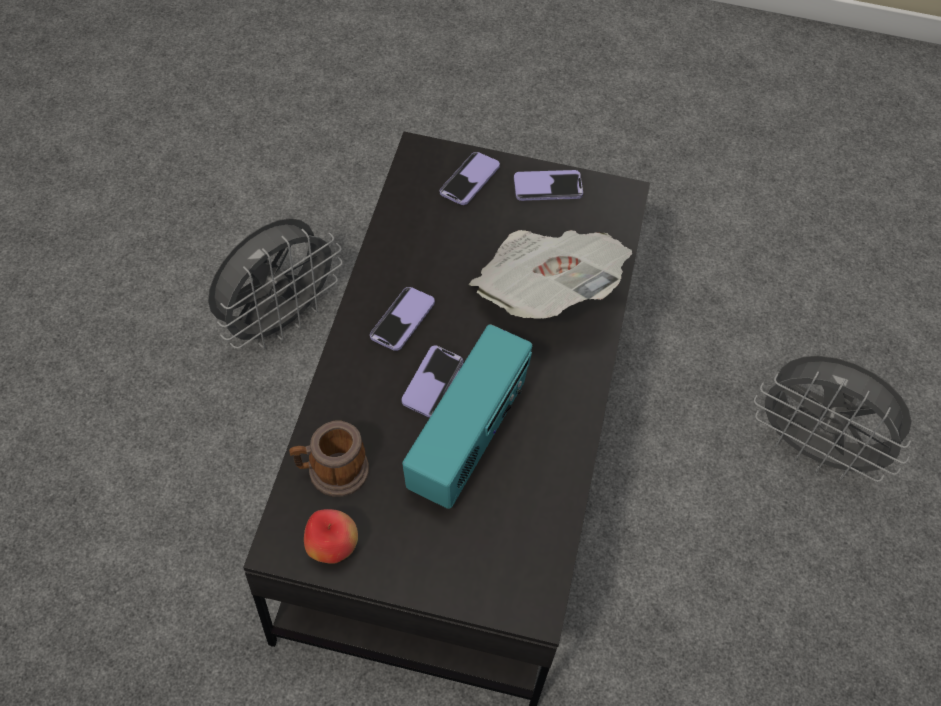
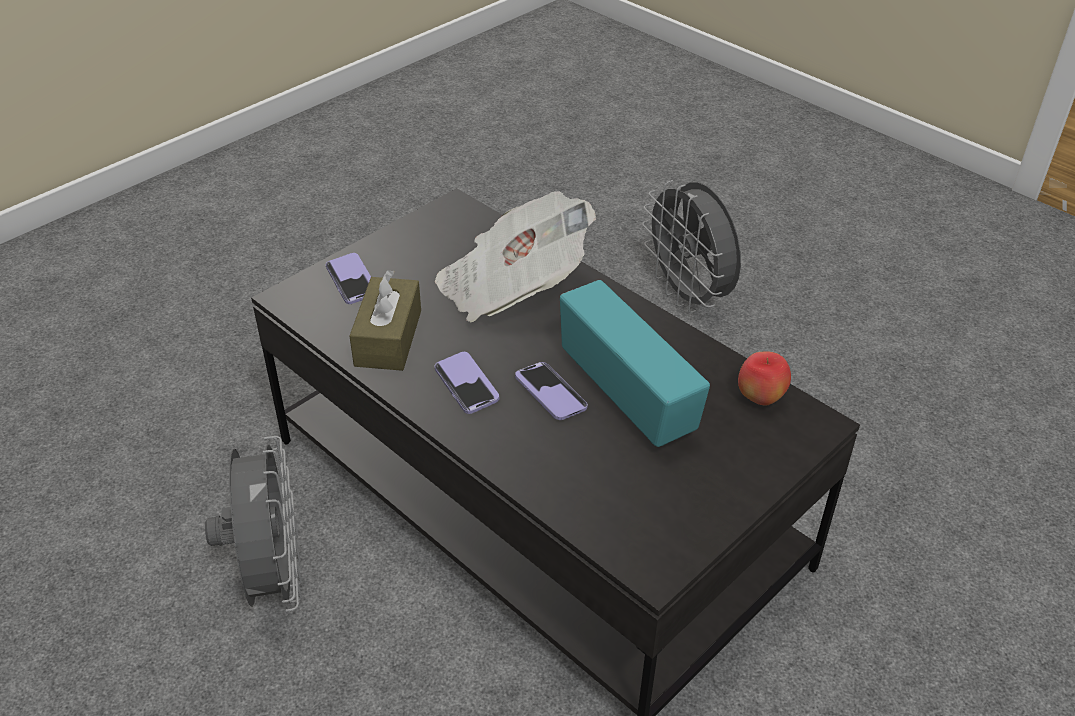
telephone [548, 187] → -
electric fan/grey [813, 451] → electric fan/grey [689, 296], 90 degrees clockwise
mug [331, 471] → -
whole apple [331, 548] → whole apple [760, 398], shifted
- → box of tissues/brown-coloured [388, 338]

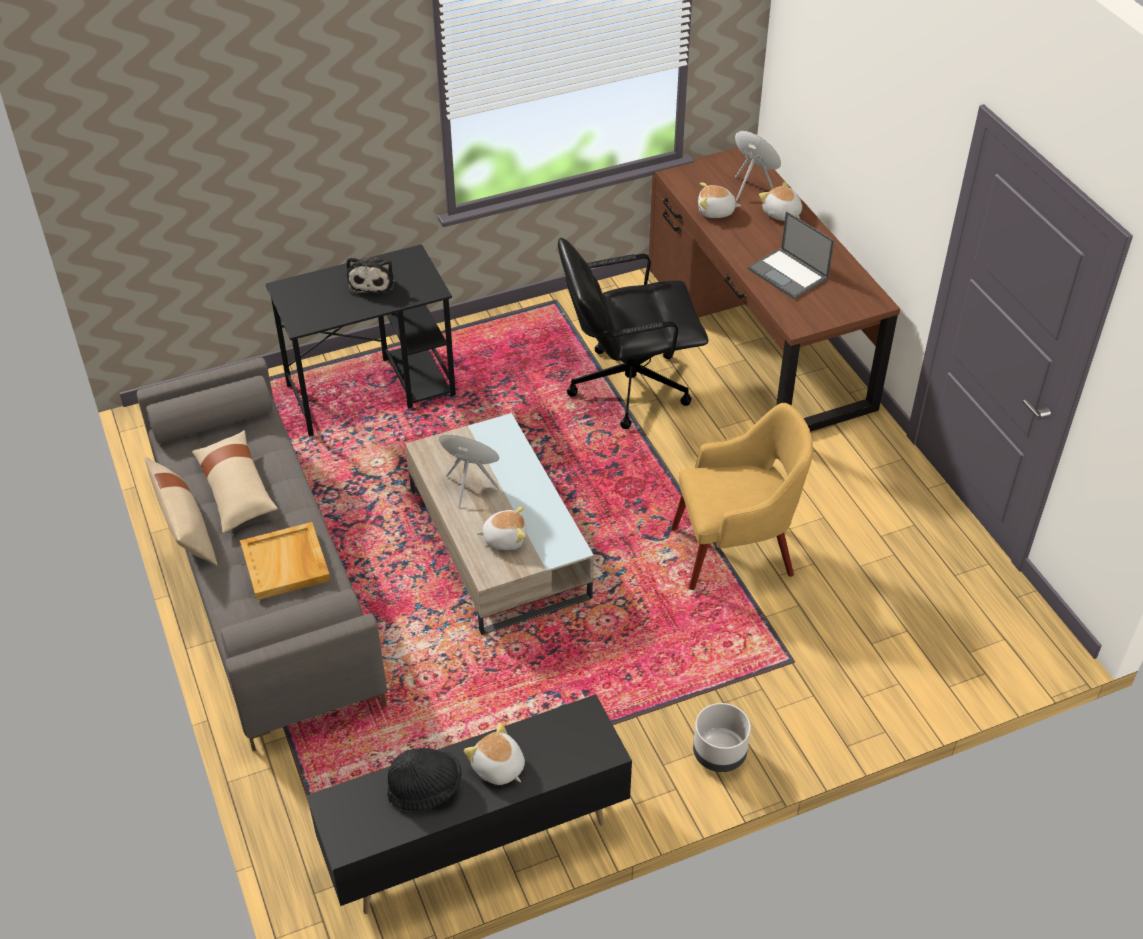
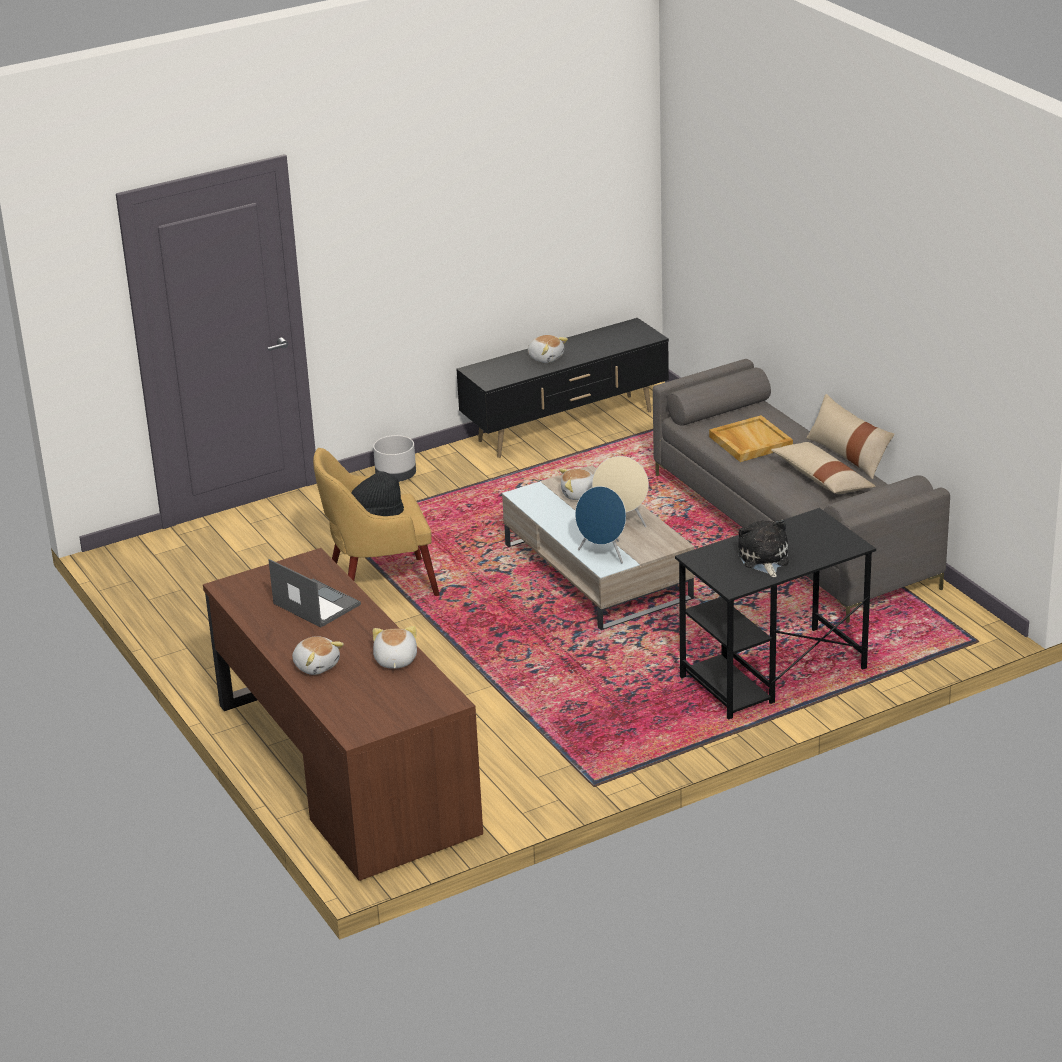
speaker/blue-coloured [752, 188] → speaker/blue-coloured [603, 554], shifted
soft toy [716, 211] → soft toy [394, 660], 90 degrees counterclockwise
computer chair/black [627, 386] → -
clothing hat/black [425, 789] → clothing hat/black [376, 513], shifted

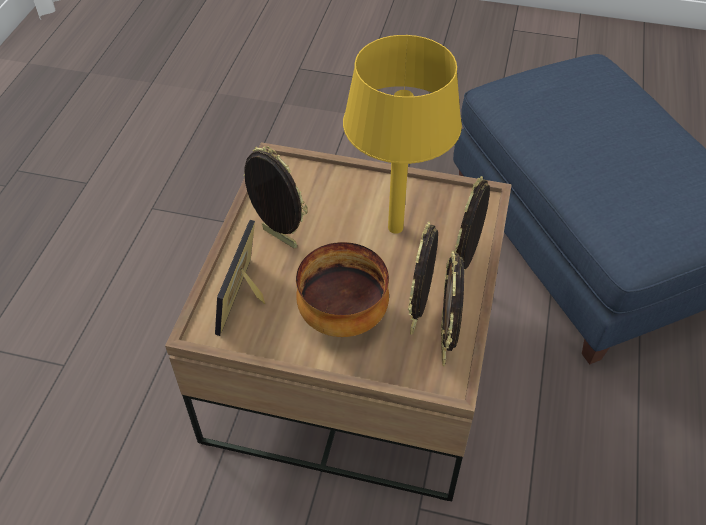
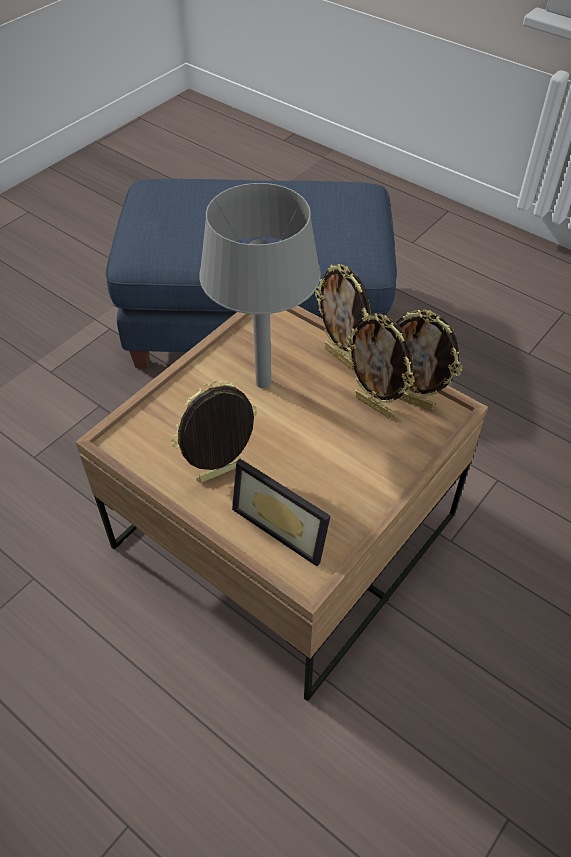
tabletop lamp/yellow-coloured [394, 228] → tabletop lamp/grey [264, 383]
serving bowl [343, 316] → -

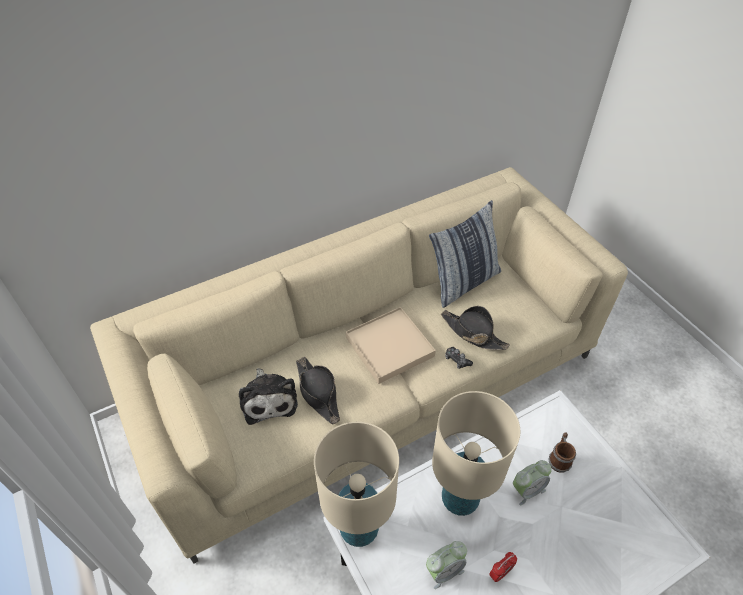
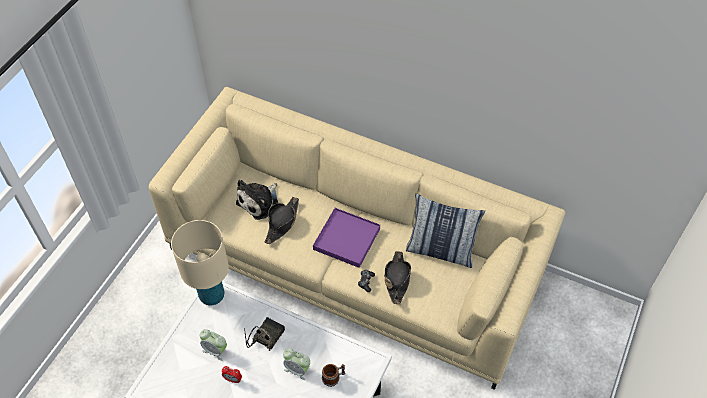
carrying tray/beige [389, 347] → carrying tray/purplish [346, 239]
tabletop lamp/beige [460, 498] → radio receiver [266, 336]

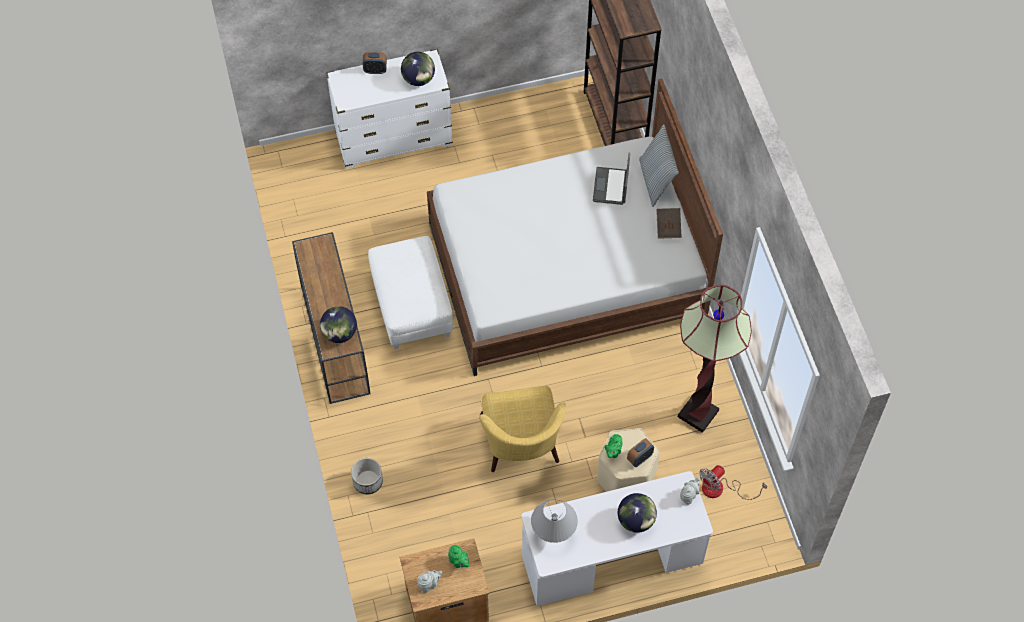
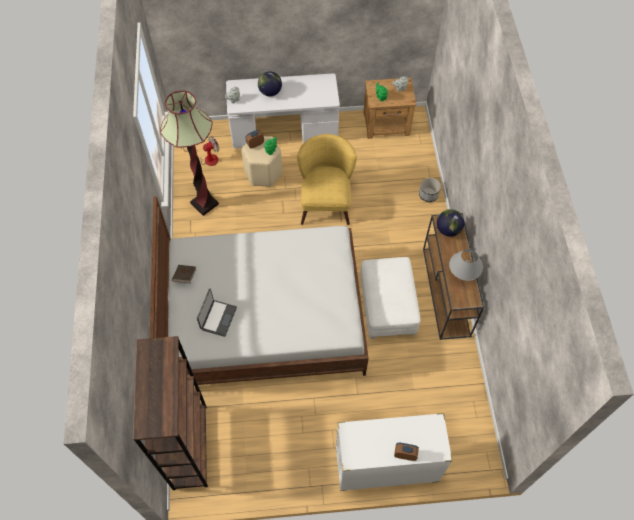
globe [418, 79] → -
pillow [656, 181] → -
tabletop lamp/grey [553, 530] → tabletop lamp/grey [462, 274], shifted

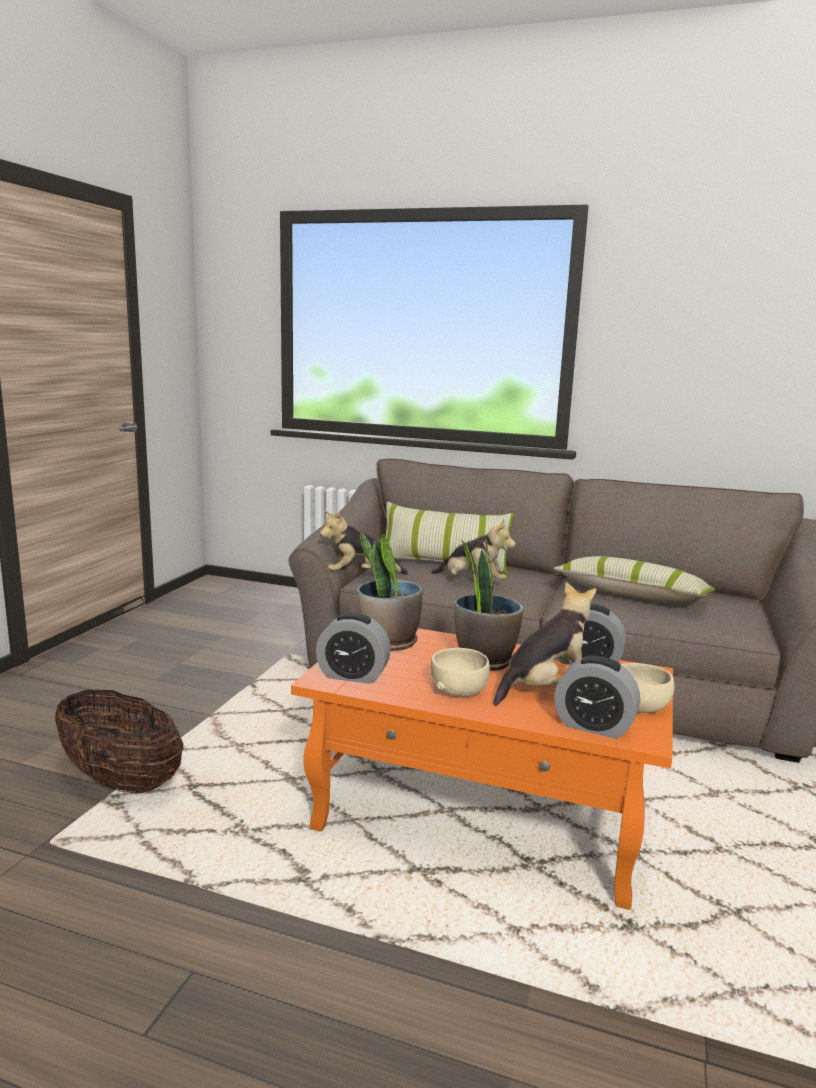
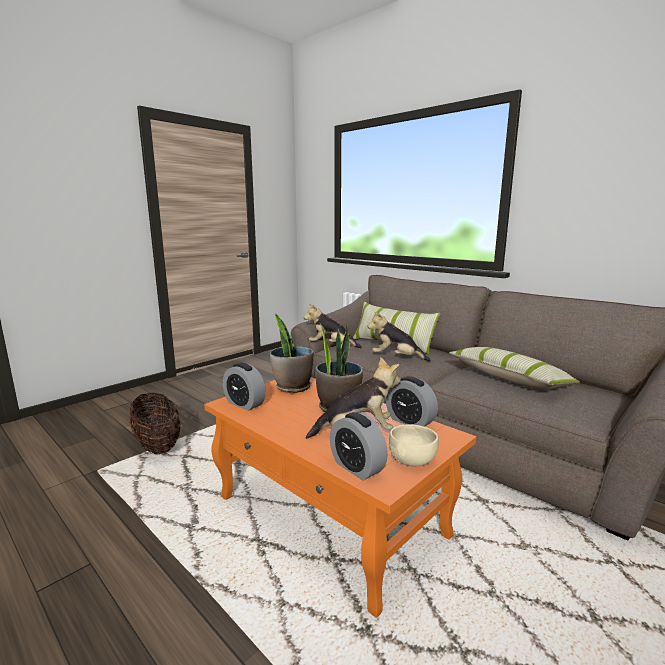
soft toy [471, 583] → soft toy [396, 358], 135 degrees clockwise
serving bowl/beige [458, 689] → -

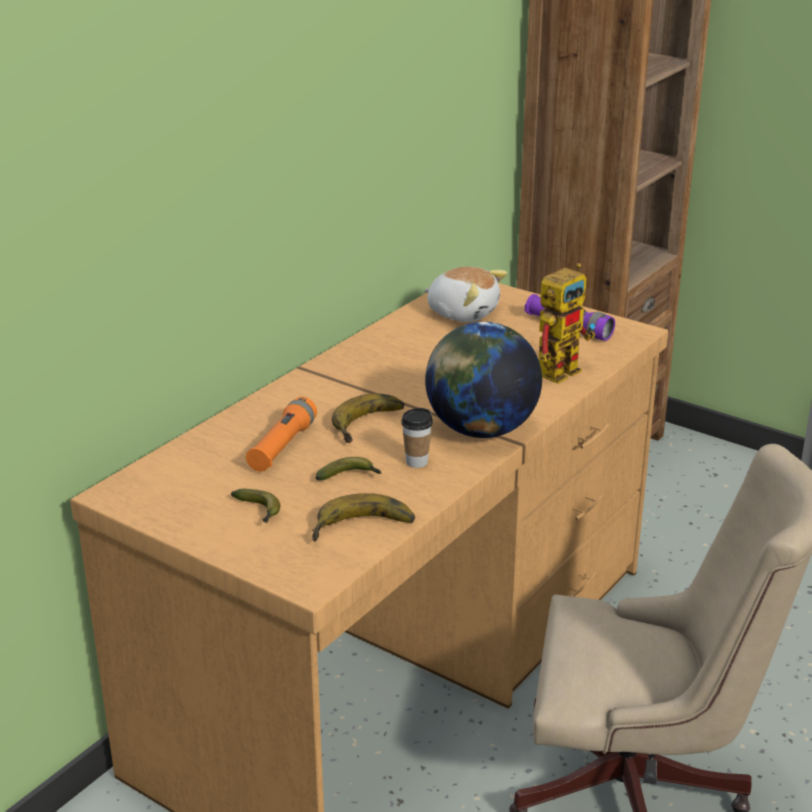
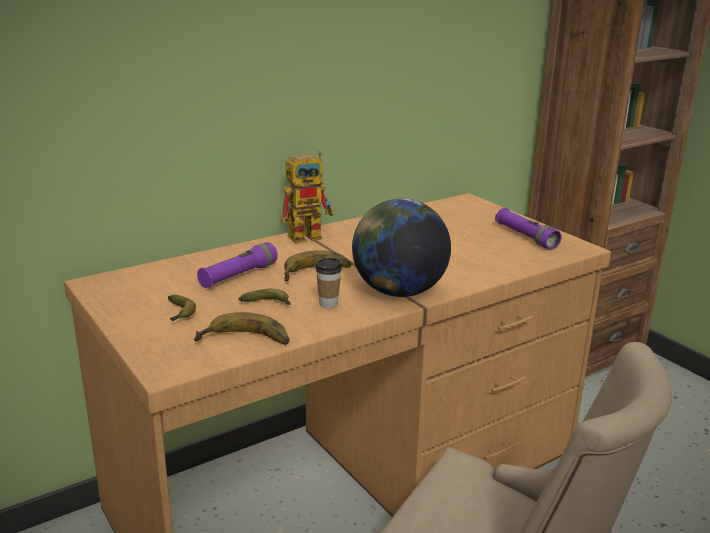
model robot [561, 368] → model robot [311, 235], shifted
soft toy [463, 312] → -
torch/orange [282, 447] → torch/purplish [238, 276]

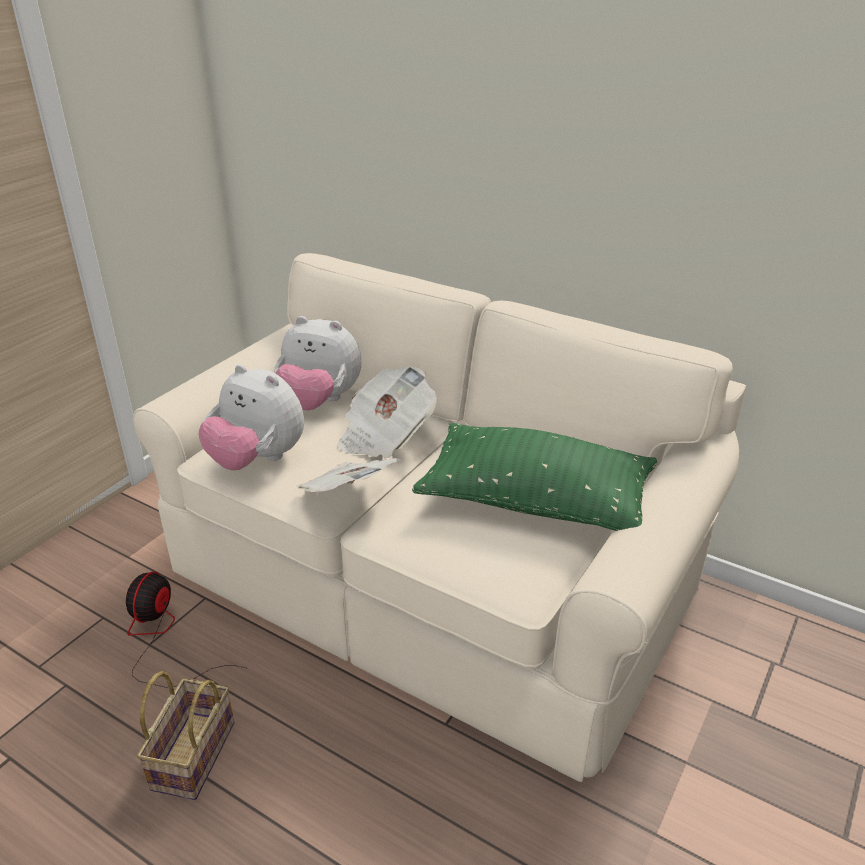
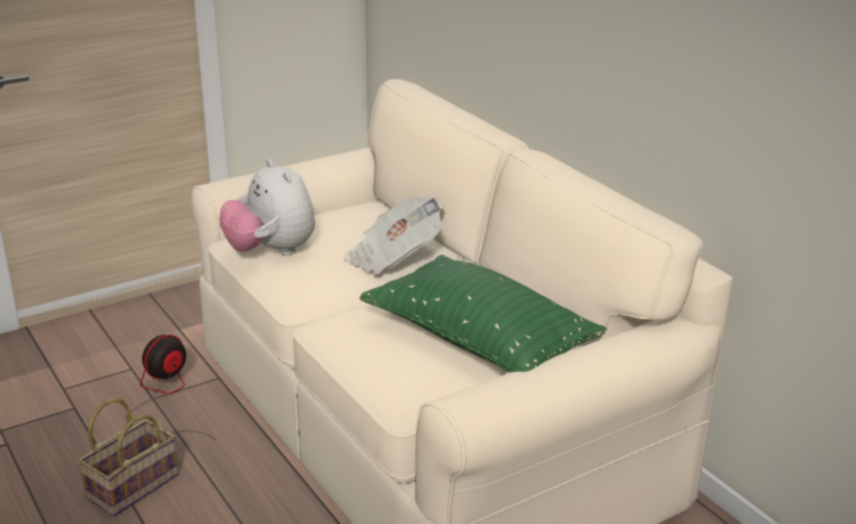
soft toy [319, 402] → -
newspaper [349, 496] → -

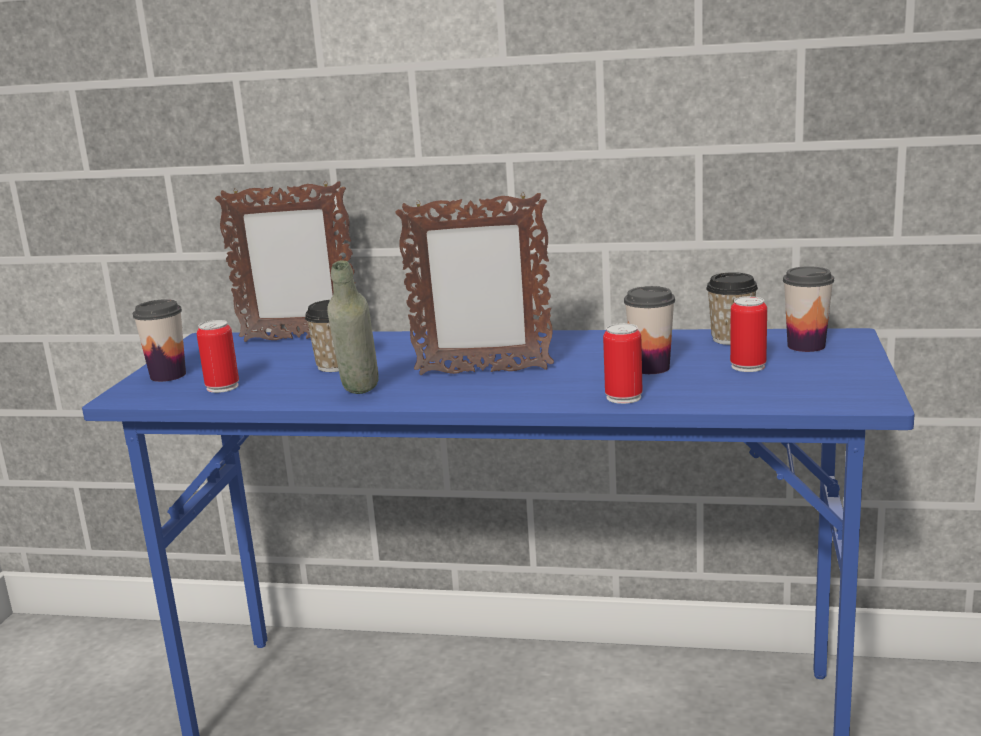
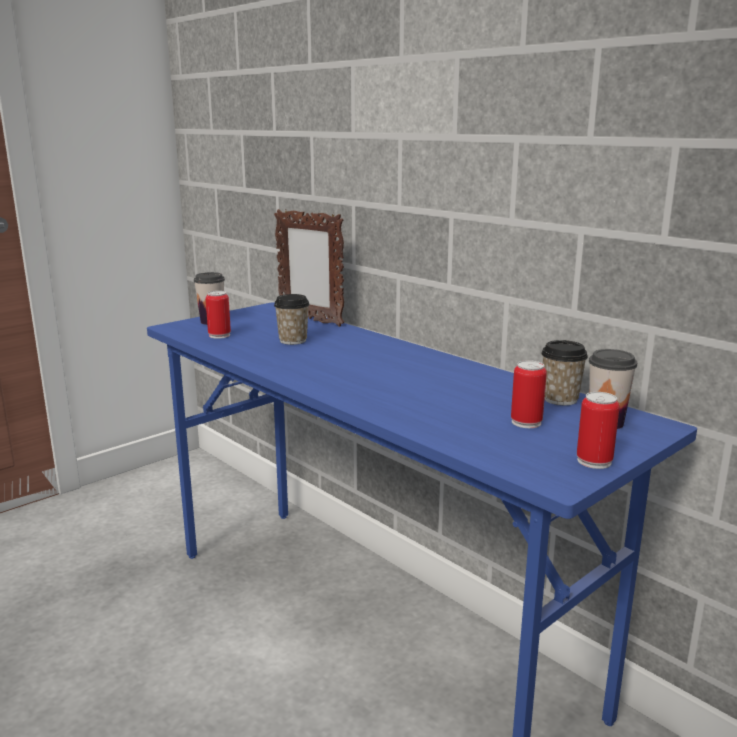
photo frame [482, 372] → -
beverage bottle/grey [359, 396] → -
cup [650, 368] → -
sealed can [623, 397] → sealed can [594, 461], shifted

